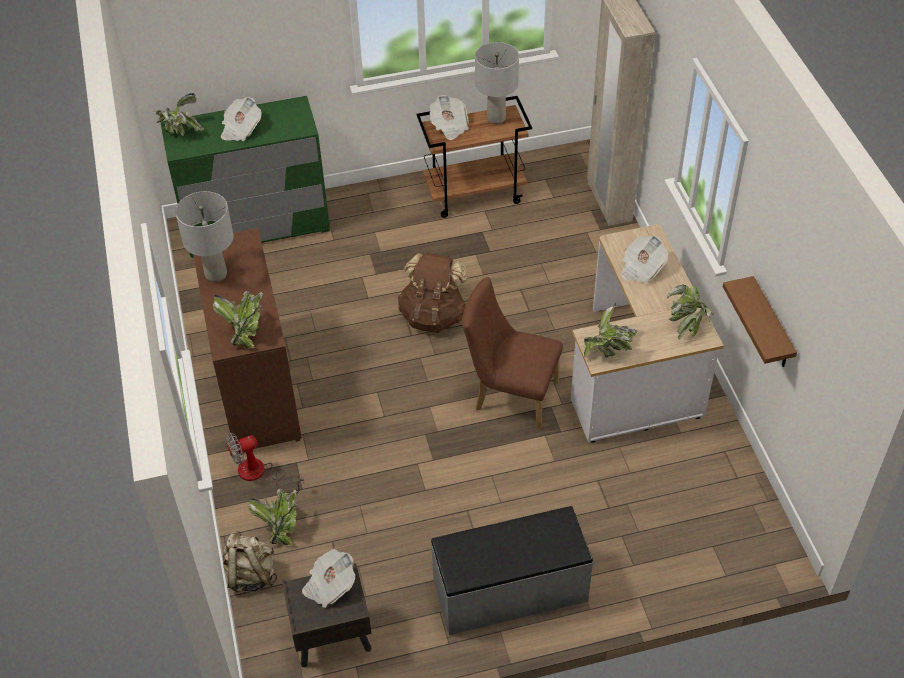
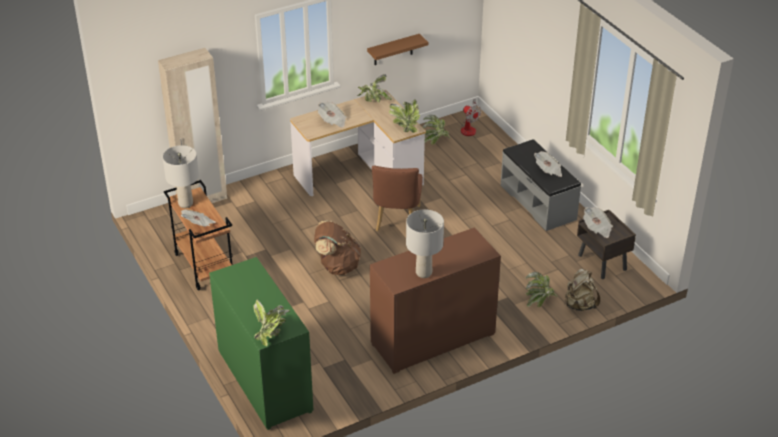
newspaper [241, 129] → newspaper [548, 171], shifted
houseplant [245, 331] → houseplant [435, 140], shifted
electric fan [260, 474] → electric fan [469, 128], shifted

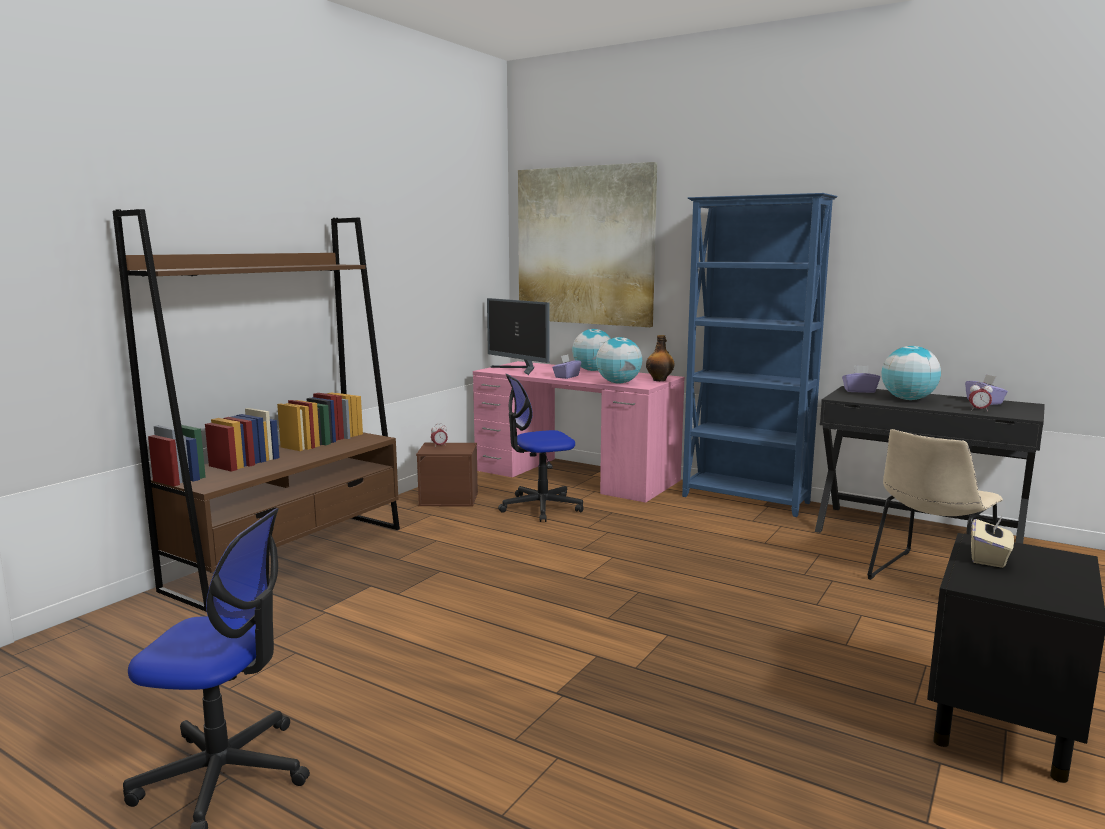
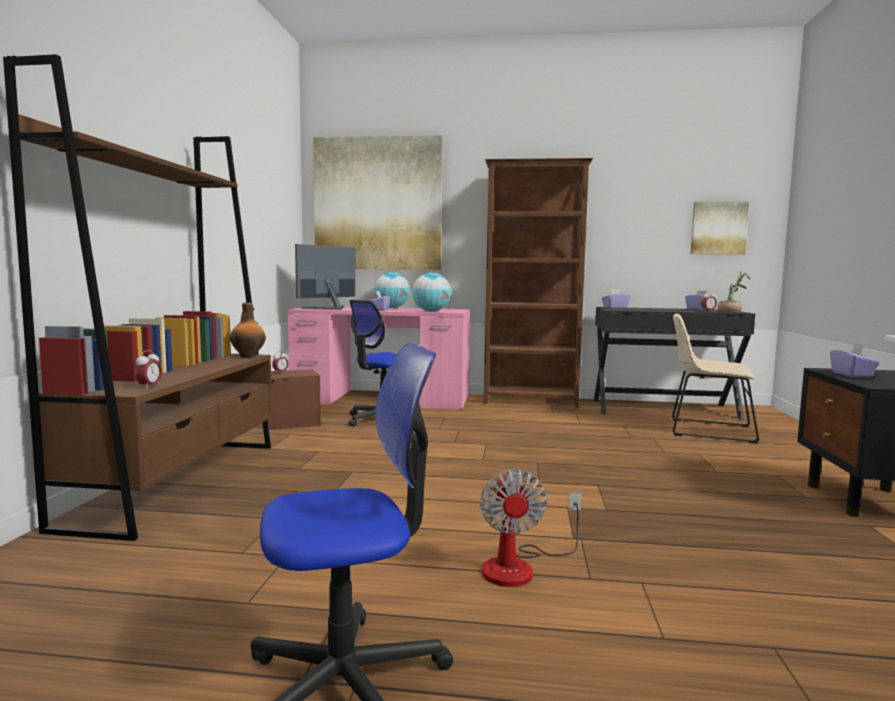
bookshelf/blue-coloured [746, 500] → bookshelf/brown-coloured [531, 401]
monitor [520, 370] → monitor [329, 308], 105 degrees clockwise
beverage bottle [660, 380] → beverage bottle [248, 356], shifted
globe [908, 399] → -
upright chair/beige [930, 579] → upright chair/beige [707, 430], 90 degrees clockwise
box of tissues/beige [989, 558] → box of tissues/purplish [852, 375]
- → wall art [718, 228]
- → houseplant [732, 311]
- → table clock [149, 387]
- → electric fan [520, 566]

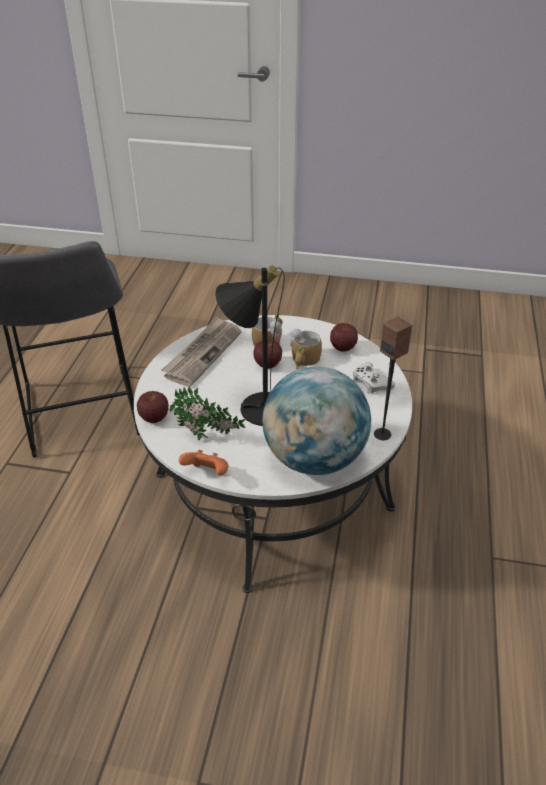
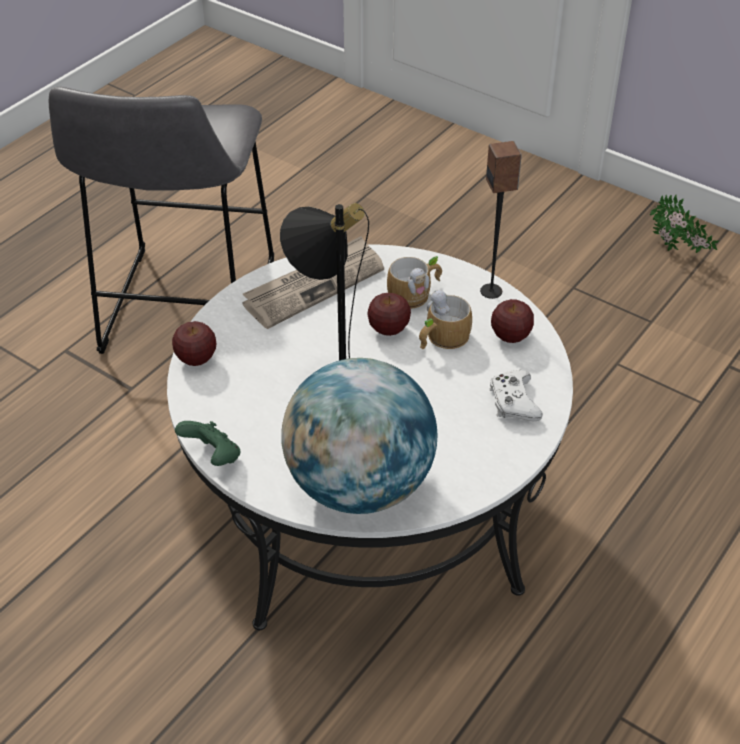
speaker [382, 434] → speaker [491, 291], shifted
houseplant [208, 438] → houseplant [677, 252], shifted
joypad/orange [207, 473] → joypad/greenish [213, 457]

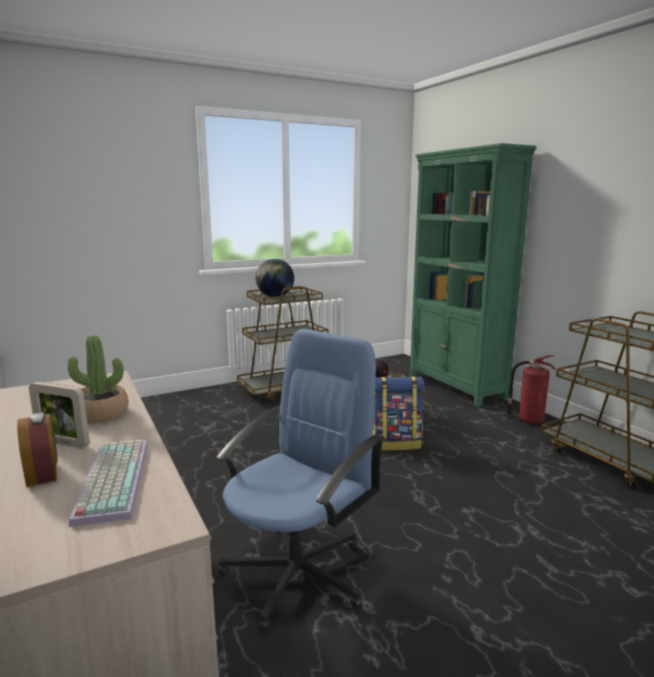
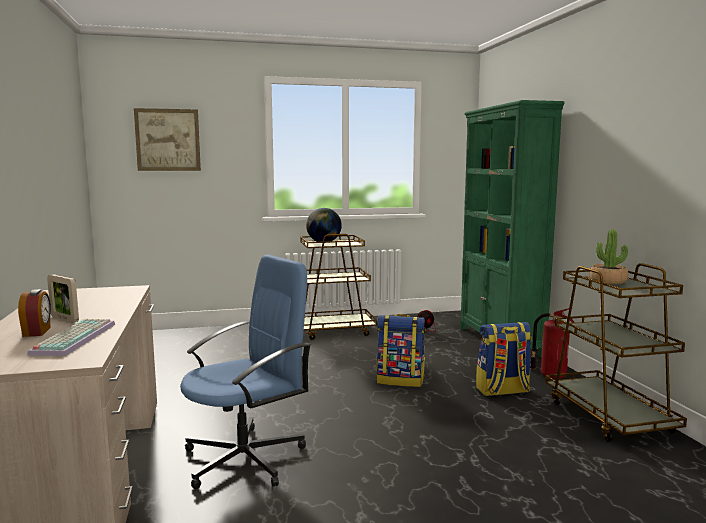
houseplant [100, 414] → houseplant [608, 281], shifted
- → wall art [168, 140]
- → knapsack [502, 391]

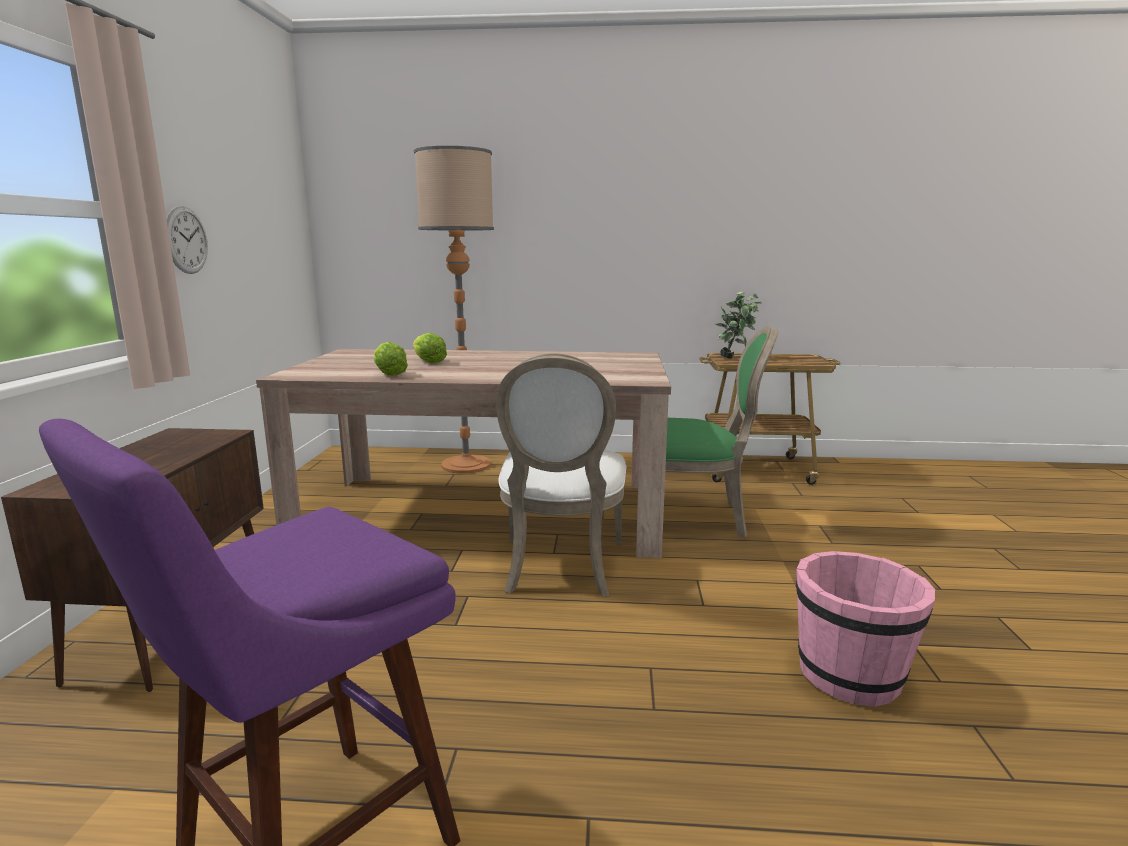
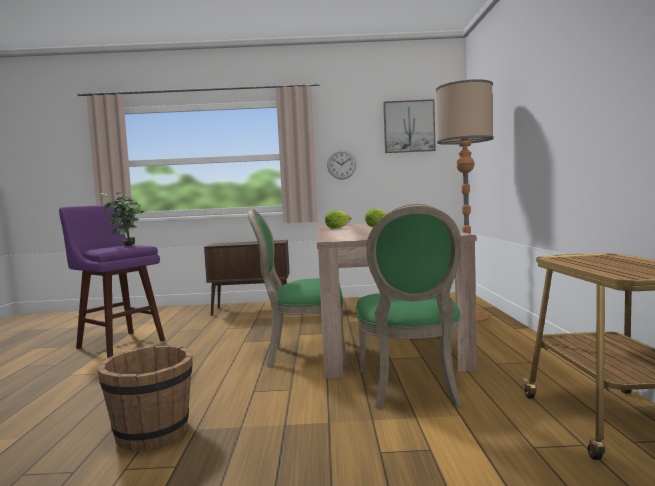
houseplant [735, 358] → houseplant [126, 246], shifted
upright chair/white-coloured [560, 568] → upright chair/greenish [304, 354]
pail/pink-coloured [850, 675] → pail/brown-coloured [152, 434]
- → wall art [409, 126]

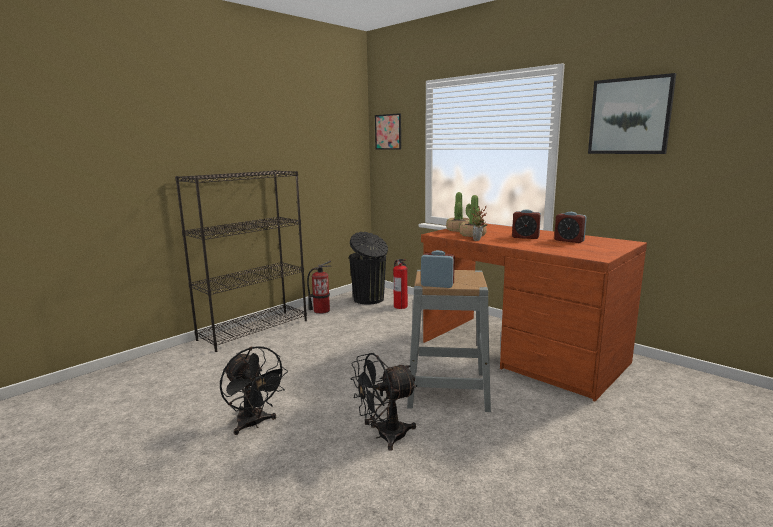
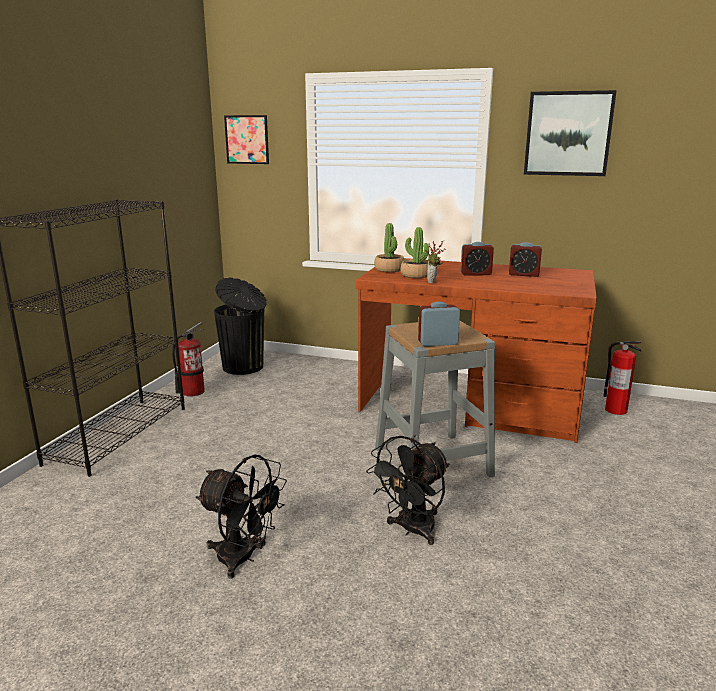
fire extinguisher [400, 306] → fire extinguisher [615, 410], shifted

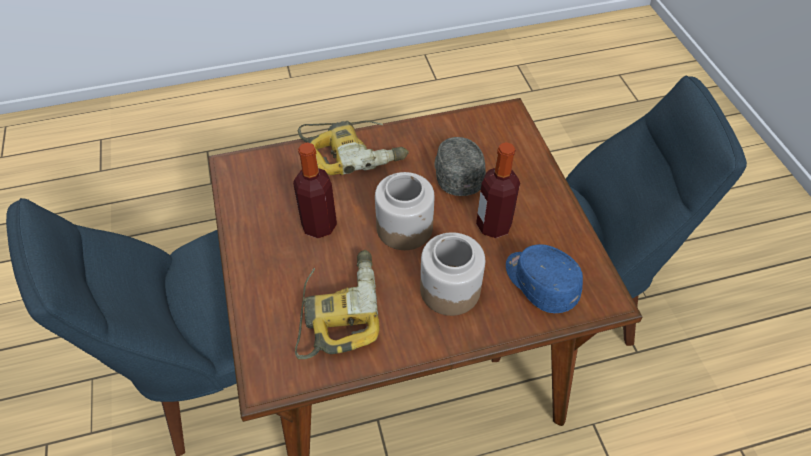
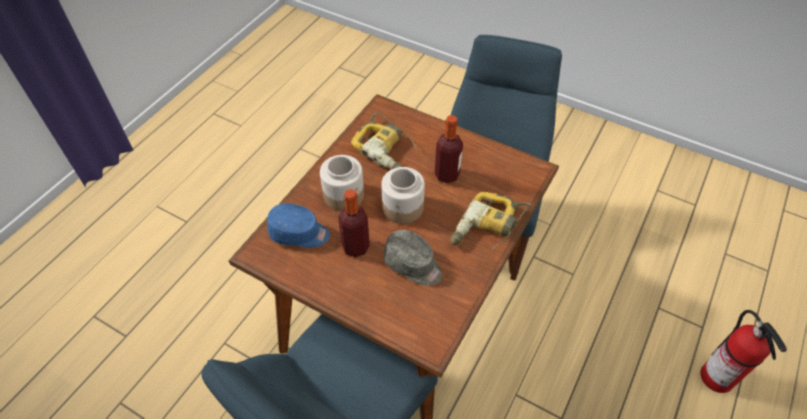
- → fire extinguisher [718, 378]

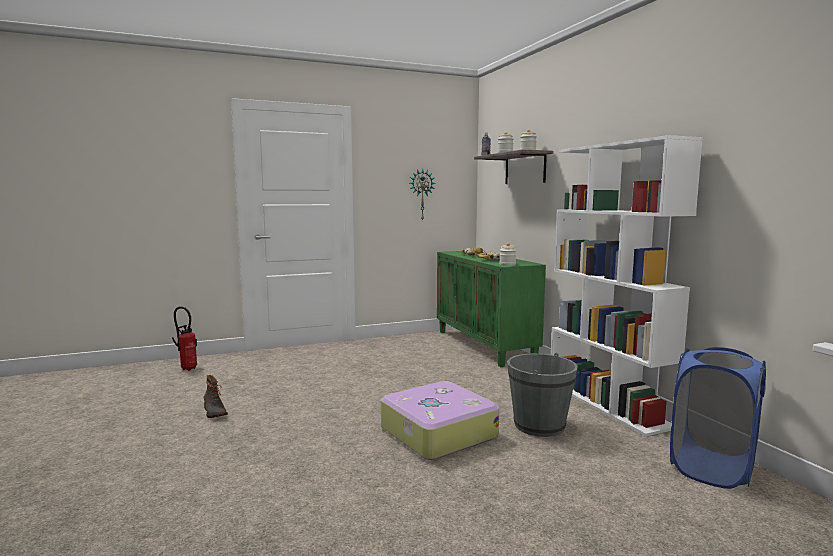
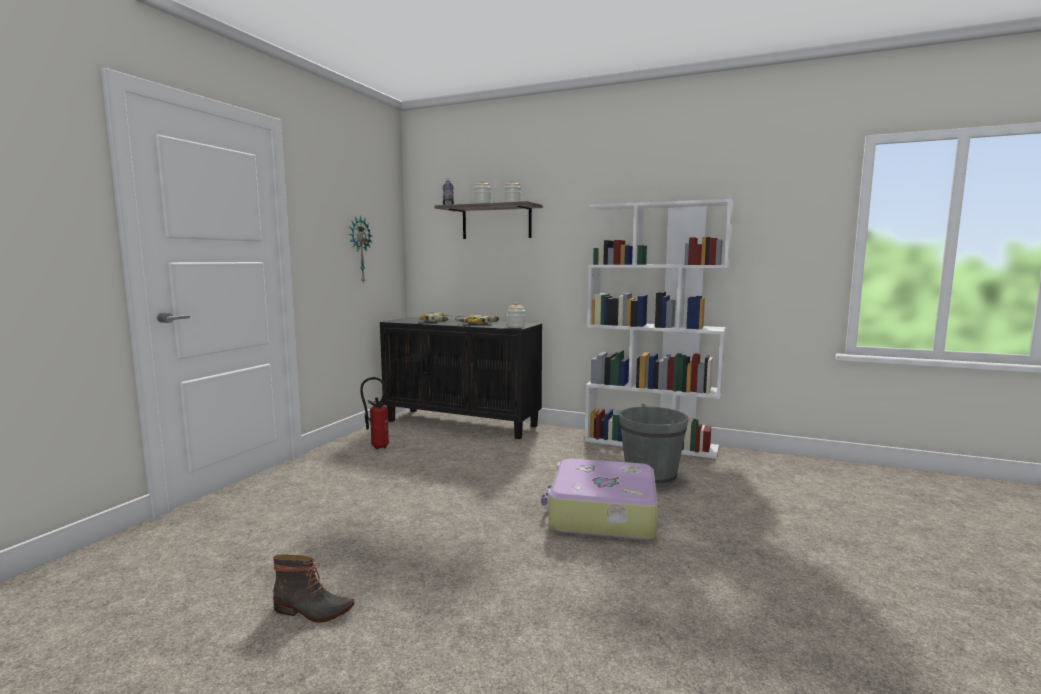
storage cabinet/greenish [485, 345] → storage cabinet/black [463, 423]
fire extinguisher [187, 368] → fire extinguisher [377, 447], shifted
laundry basket/blue-coloured [711, 468] → -

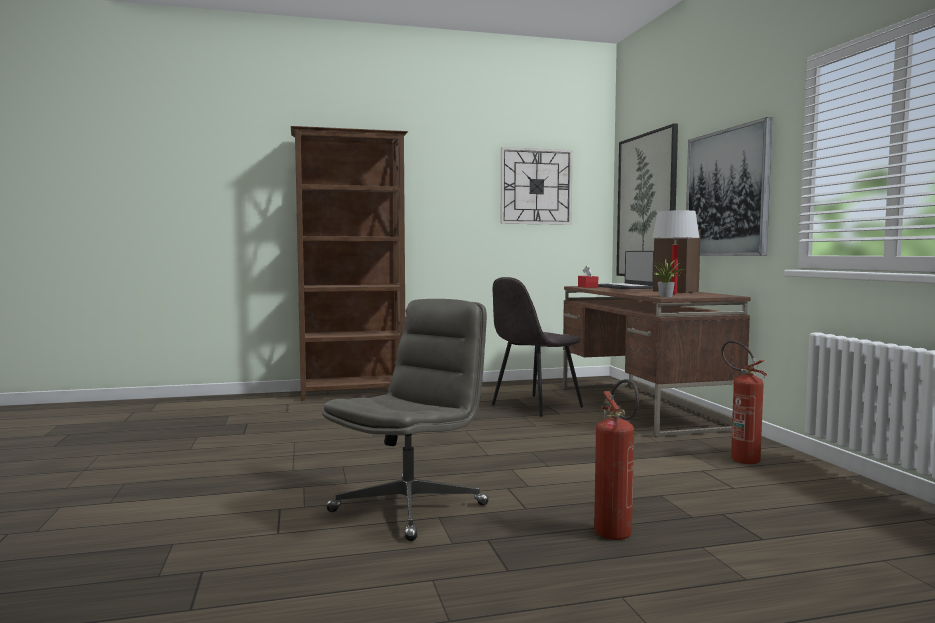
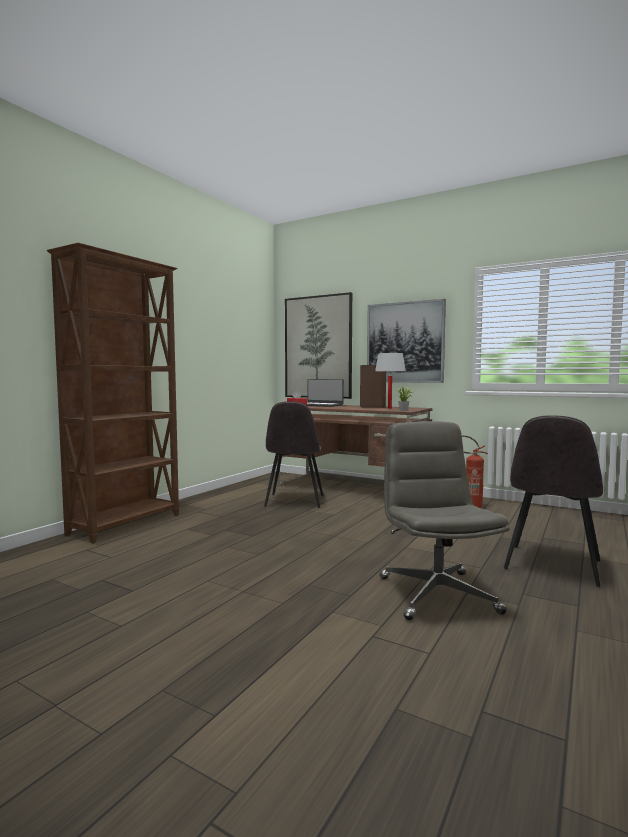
wall clock [536, 186] → -
fire extinguisher [617, 537] → upright chair/grey [552, 566]

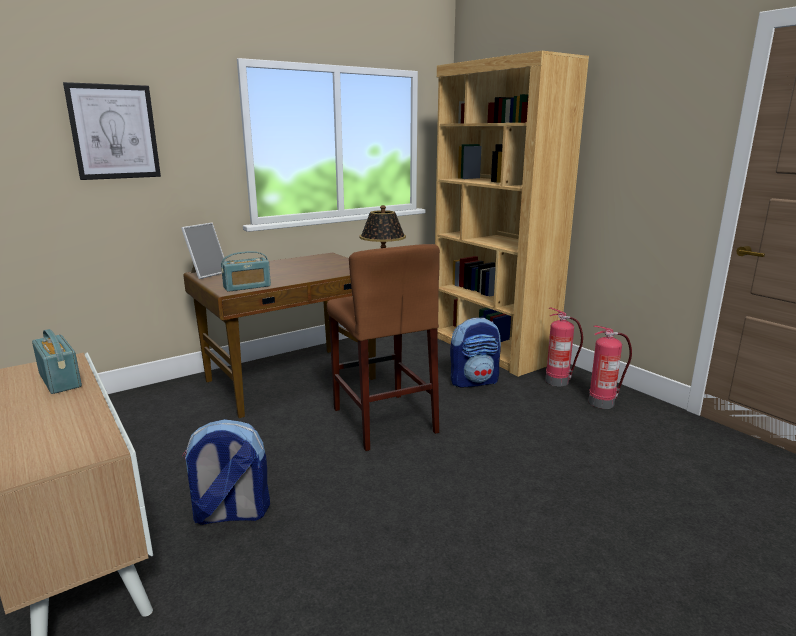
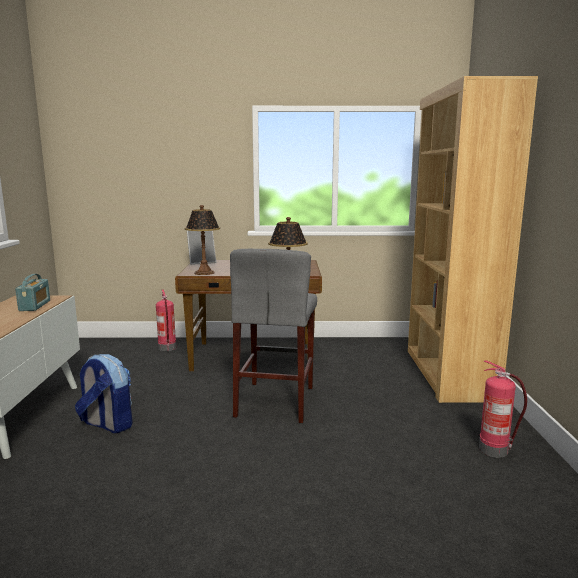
wall art [114, 132] → -
sitting stool/brown-coloured [384, 420] → sitting stool/grey [276, 401]
radio receiver [247, 287] → tabletop lamp [204, 273]
fire extinguisher [558, 381] → fire extinguisher [167, 348], shifted
knapsack [474, 381] → -

